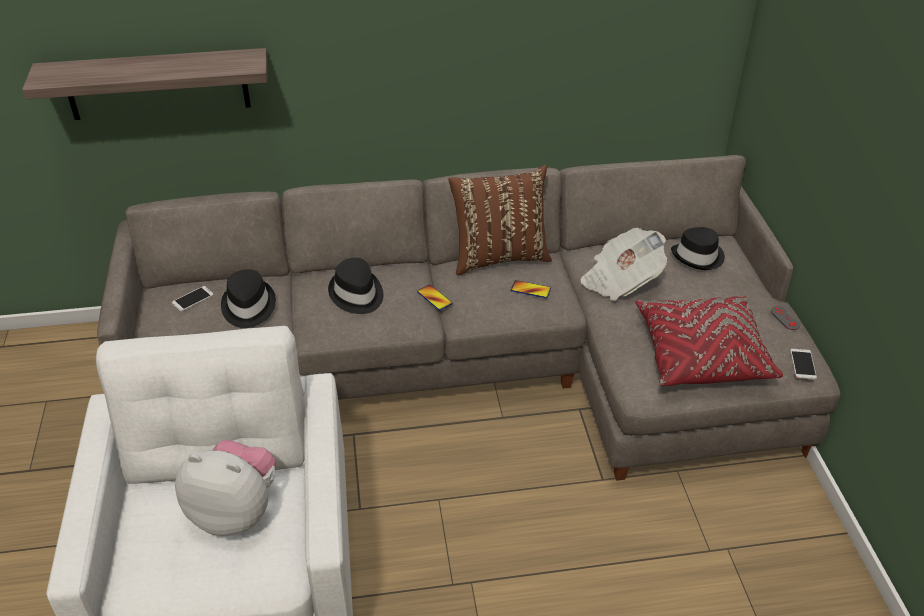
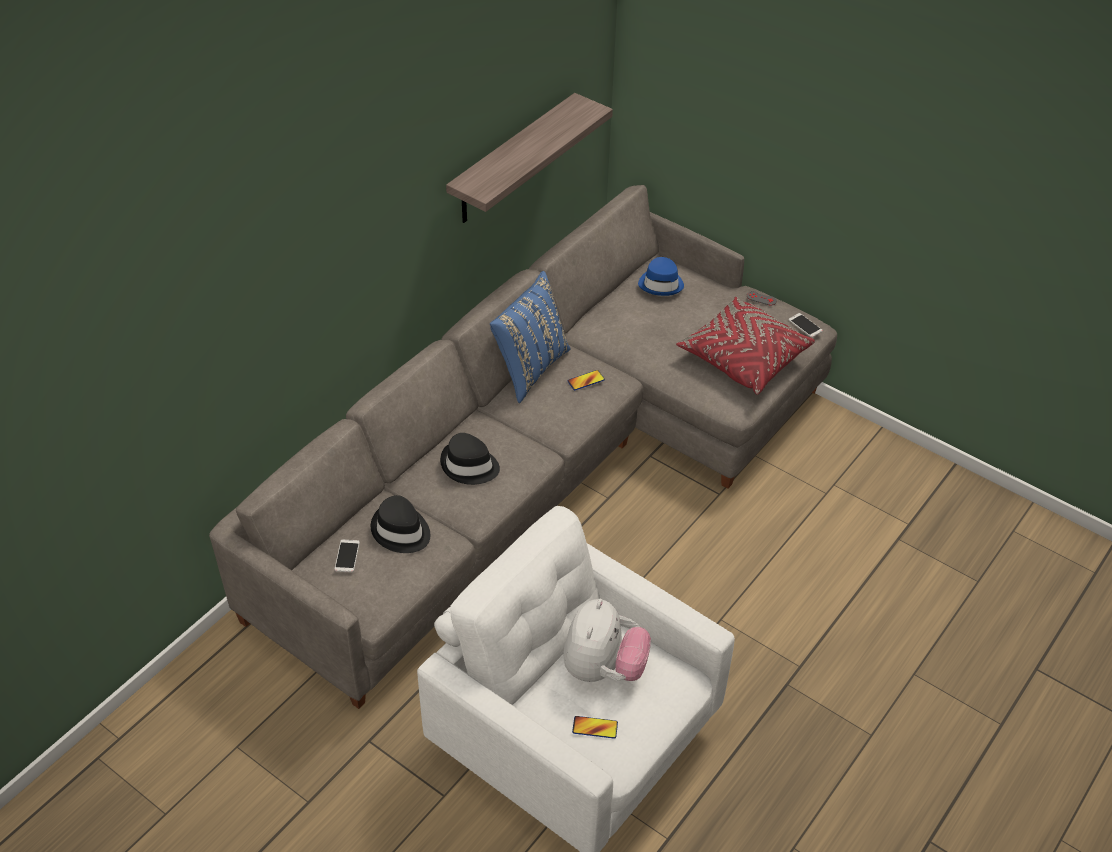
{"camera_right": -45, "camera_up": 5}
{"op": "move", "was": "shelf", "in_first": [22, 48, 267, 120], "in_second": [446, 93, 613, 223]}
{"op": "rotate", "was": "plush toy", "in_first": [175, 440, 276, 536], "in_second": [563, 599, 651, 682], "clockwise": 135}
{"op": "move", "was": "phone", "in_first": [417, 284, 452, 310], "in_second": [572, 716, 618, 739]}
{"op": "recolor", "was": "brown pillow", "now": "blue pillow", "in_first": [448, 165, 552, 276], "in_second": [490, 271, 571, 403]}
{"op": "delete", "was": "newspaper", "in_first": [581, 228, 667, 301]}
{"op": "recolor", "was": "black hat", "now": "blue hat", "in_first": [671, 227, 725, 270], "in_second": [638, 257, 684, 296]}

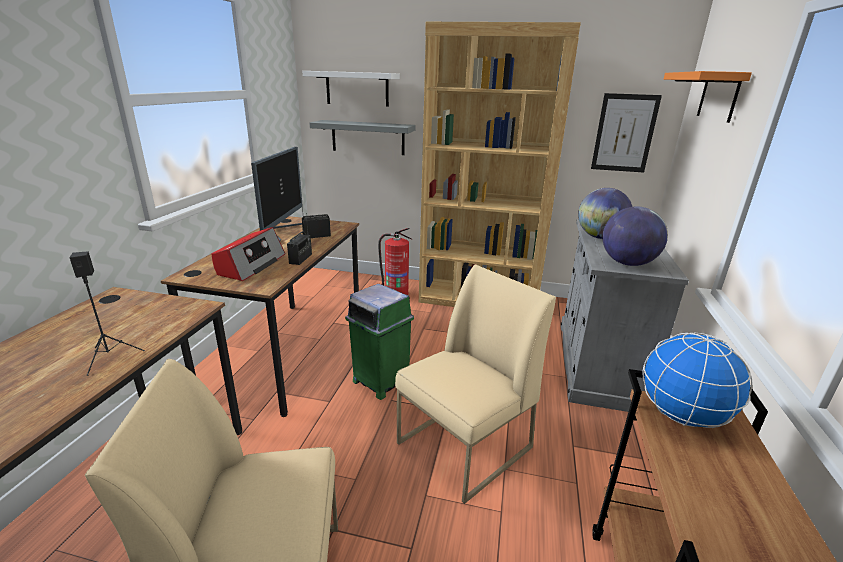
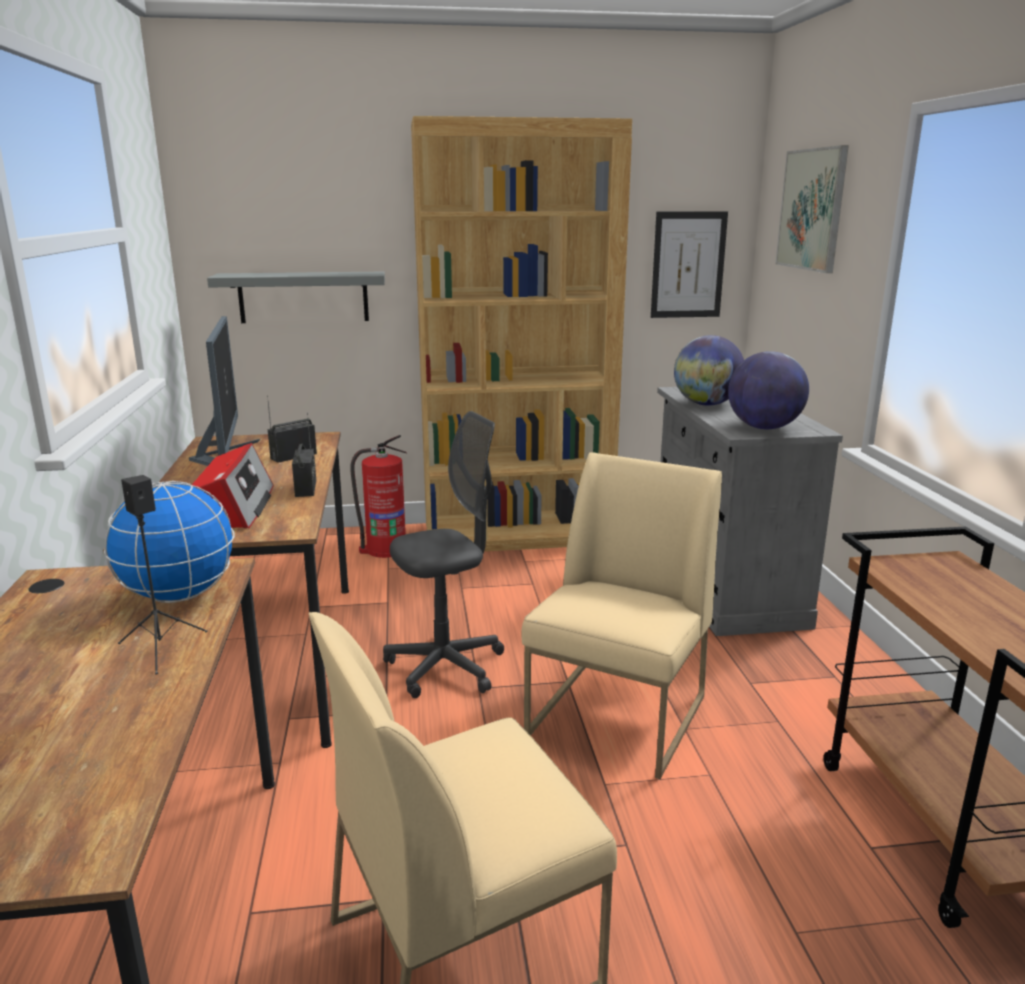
{"camera_right": -20, "camera_up": -5}
{"op": "delete", "was": "white shelf", "in_first": [302, 71, 400, 107]}
{"op": "replace", "was": "green trash can", "now": "grey office chair", "in_first": [345, 284, 414, 400], "in_second": [383, 411, 504, 698]}
{"op": "move", "was": "globe", "in_first": [642, 333, 753, 428], "in_second": [104, 481, 235, 603]}
{"op": "replace", "was": "orange shelf", "now": "picture", "in_first": [664, 71, 752, 123], "in_second": [775, 145, 849, 273]}

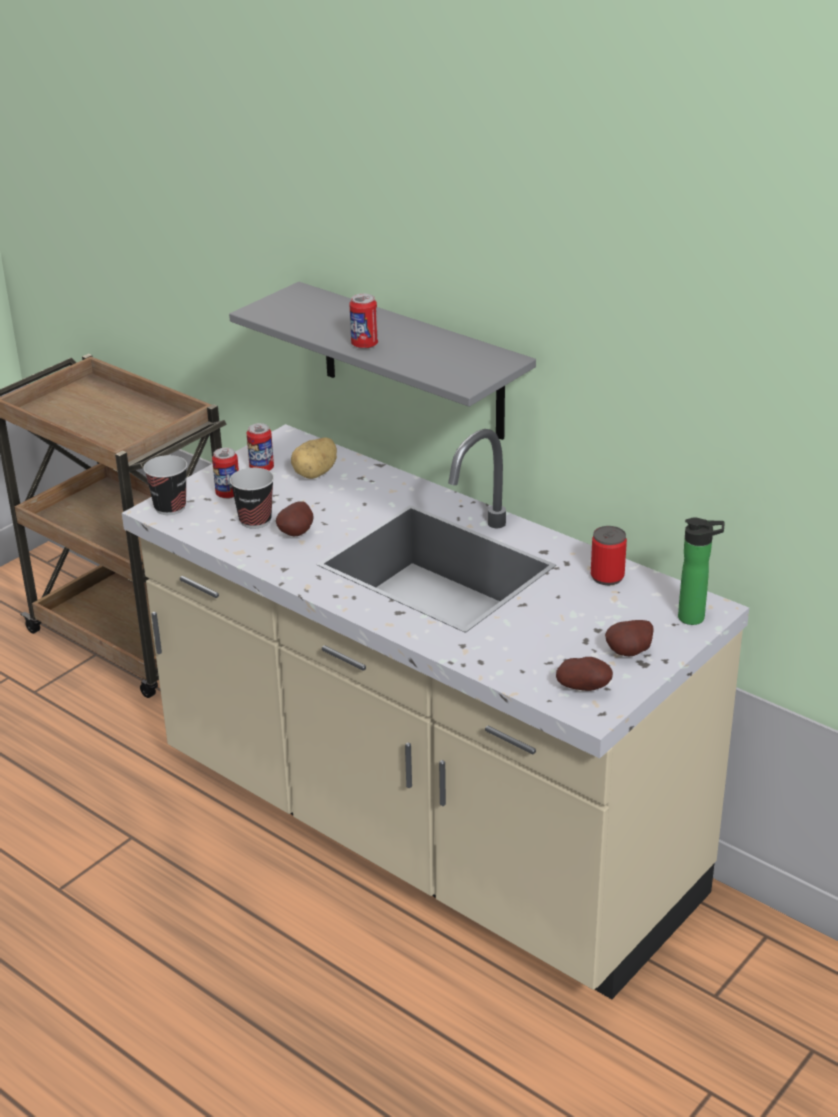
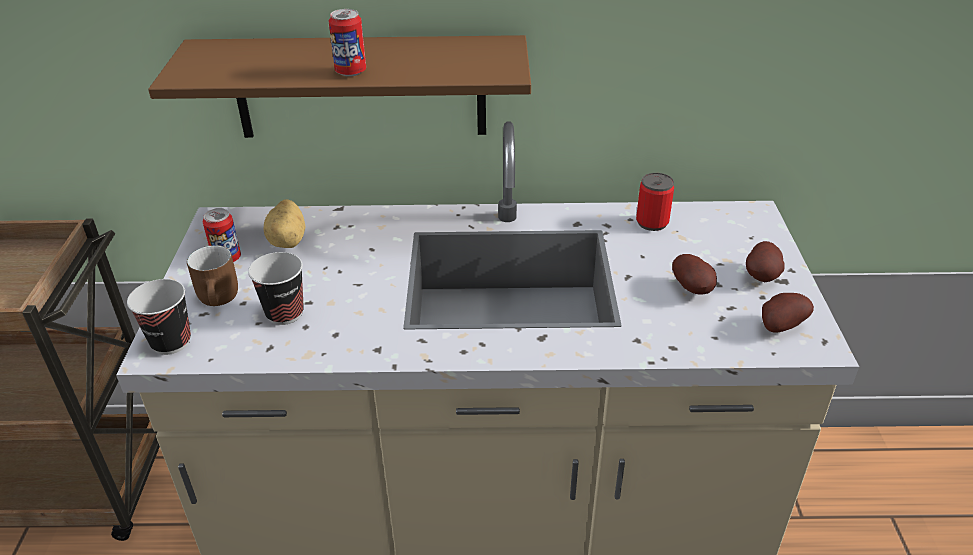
{"camera_right": -40, "camera_up": 5}
{"op": "replace", "was": "can", "now": "brown mug", "in_first": [212, 448, 239, 499], "in_second": [187, 245, 238, 306]}
{"op": "recolor", "was": "grey shelf", "now": "brown shelf", "in_first": [229, 282, 536, 440], "in_second": [148, 35, 531, 138]}
{"op": "move", "was": "potato", "in_first": [276, 501, 314, 536], "in_second": [672, 254, 717, 295]}
{"op": "delete", "was": "bottle", "in_first": [678, 517, 724, 625]}

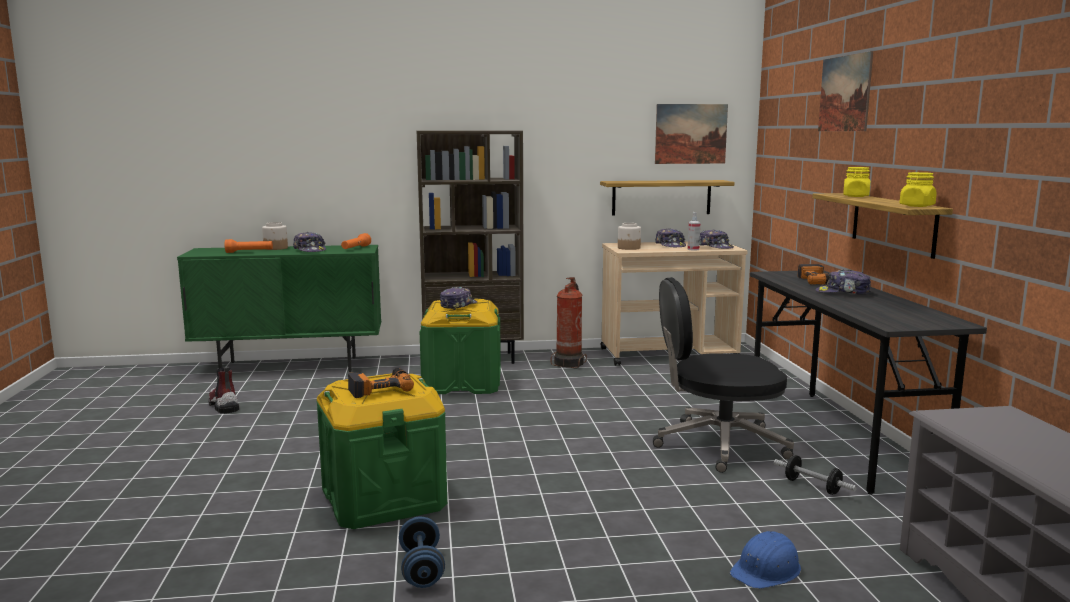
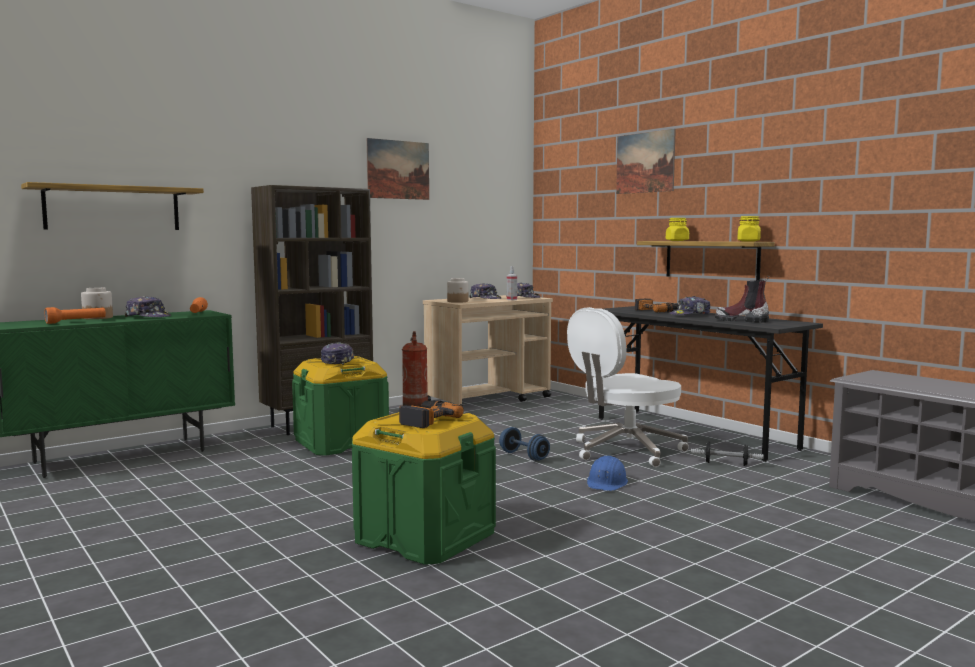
{"camera_right": -30, "camera_up": -5}
{"op": "move", "was": "boot", "in_first": [208, 367, 239, 414], "in_second": [715, 276, 769, 323]}
{"op": "move", "was": "blue dumbbell", "in_first": [399, 517, 445, 588], "in_second": [499, 427, 550, 461]}
{"op": "move", "was": "shelf", "in_first": [600, 180, 734, 216], "in_second": [21, 182, 204, 230]}
{"op": "recolor", "was": "black office chair", "now": "white office chair", "in_first": [653, 277, 794, 473], "in_second": [567, 307, 689, 467]}
{"op": "move", "was": "picture", "in_first": [655, 104, 728, 164], "in_second": [366, 138, 429, 200]}
{"op": "move", "was": "blue hard hat", "in_first": [730, 531, 801, 589], "in_second": [587, 456, 628, 491]}

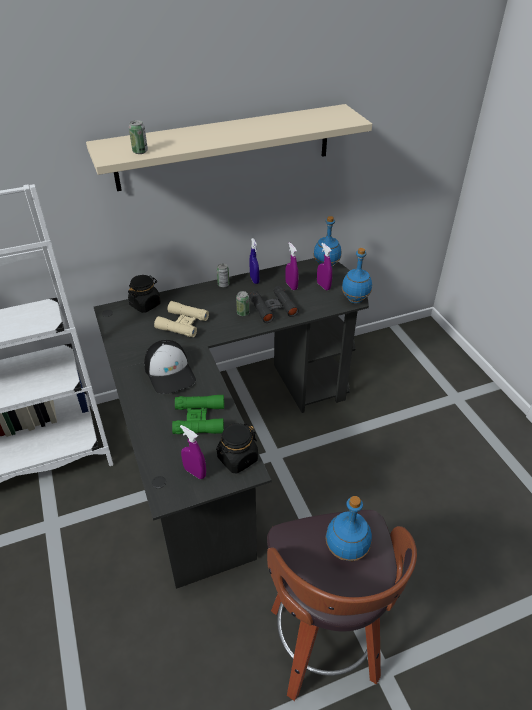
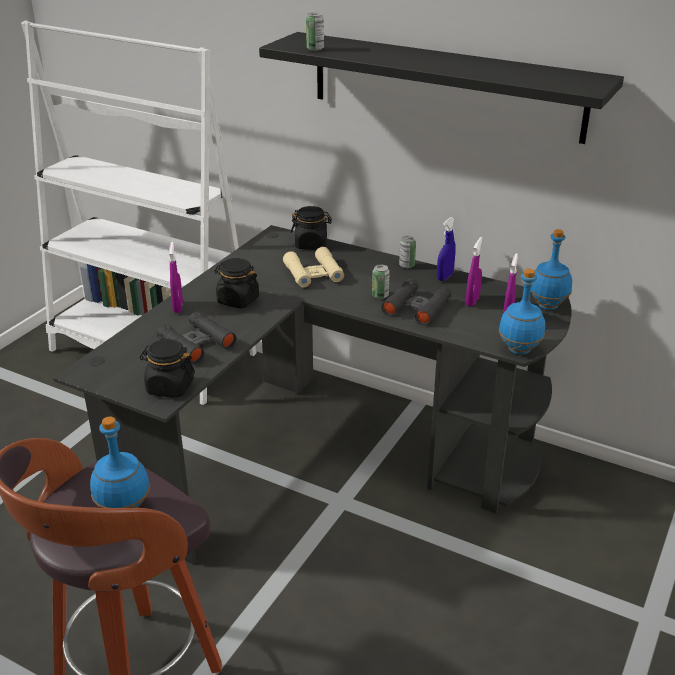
{"camera_right": 50, "camera_up": -10}
{"op": "recolor", "was": "beige shelf", "now": "black shelf", "in_first": [86, 104, 372, 191], "in_second": [259, 32, 624, 144]}
{"op": "replace", "was": "cap", "now": "black jar", "in_first": [144, 340, 196, 394], "in_second": [214, 258, 259, 308]}
{"op": "recolor", "was": "green binoculars", "now": "black binoculars", "in_first": [172, 395, 224, 434], "in_second": [157, 311, 236, 364]}
{"op": "move", "was": "purple spray bottle", "in_first": [180, 425, 206, 479], "in_second": [169, 242, 183, 313]}

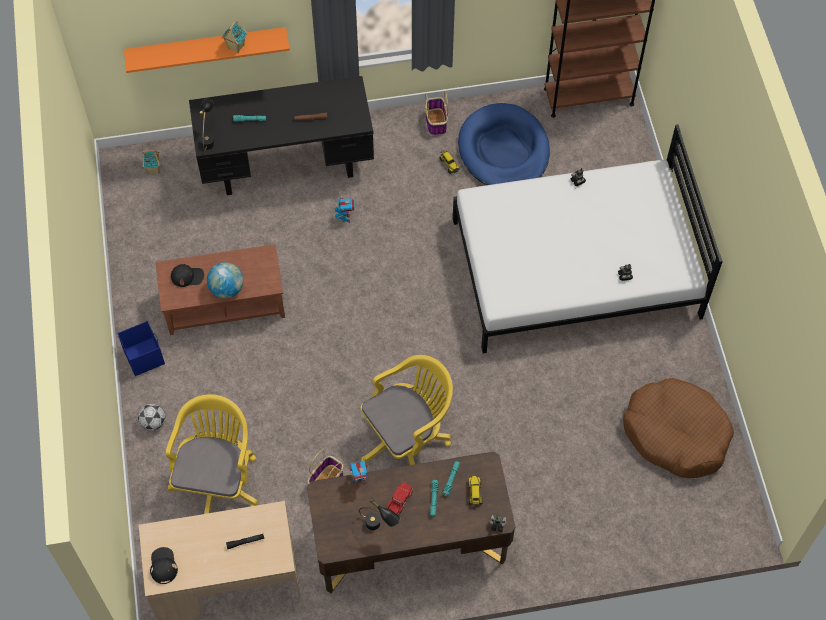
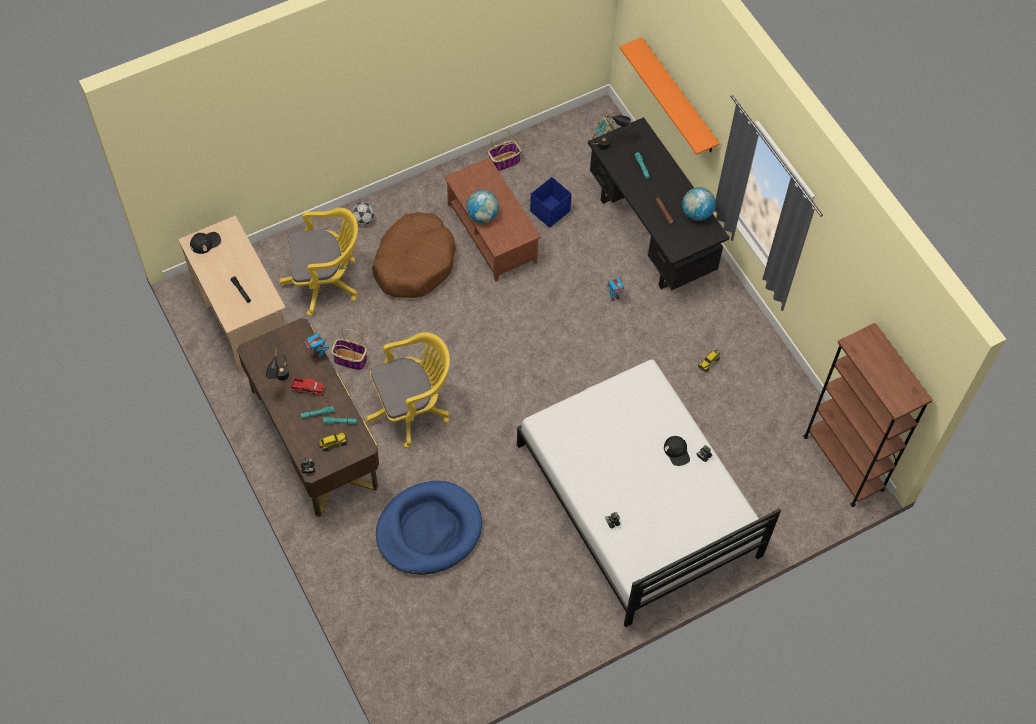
{"camera_right": 70, "camera_up": 0}
{"op": "move", "was": "blue storage box", "in_first": [117, 321, 165, 376], "in_second": [530, 177, 572, 228]}
{"op": "move", "was": "black cap", "in_first": [171, 264, 204, 287], "in_second": [664, 436, 690, 466]}
{"op": "delete", "was": "toy house", "in_first": [222, 19, 247, 53]}
{"op": "rotate", "was": "yellow office chair", "in_first": [360, 355, 453, 465], "in_second": [365, 332, 450, 448], "clockwise": -60}
{"op": "move", "was": "basket", "in_first": [425, 91, 448, 135], "in_second": [488, 129, 521, 171]}
{"op": "move", "was": "blue dog bed", "in_first": [458, 103, 550, 185], "in_second": [376, 481, 482, 575]}
{"op": "move", "was": "brown dog bed", "in_first": [623, 378, 734, 478], "in_second": [372, 212, 456, 298]}
{"op": "insert", "now": "globe", "in_second": [682, 187, 716, 221]}

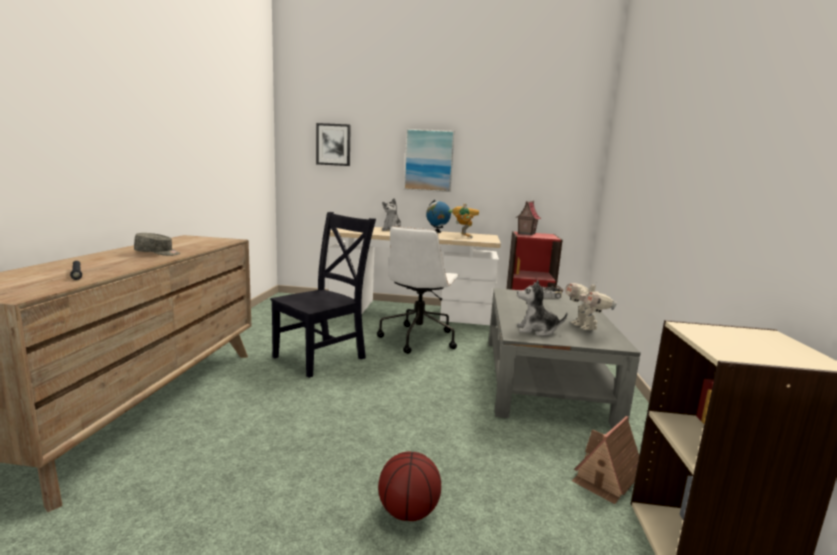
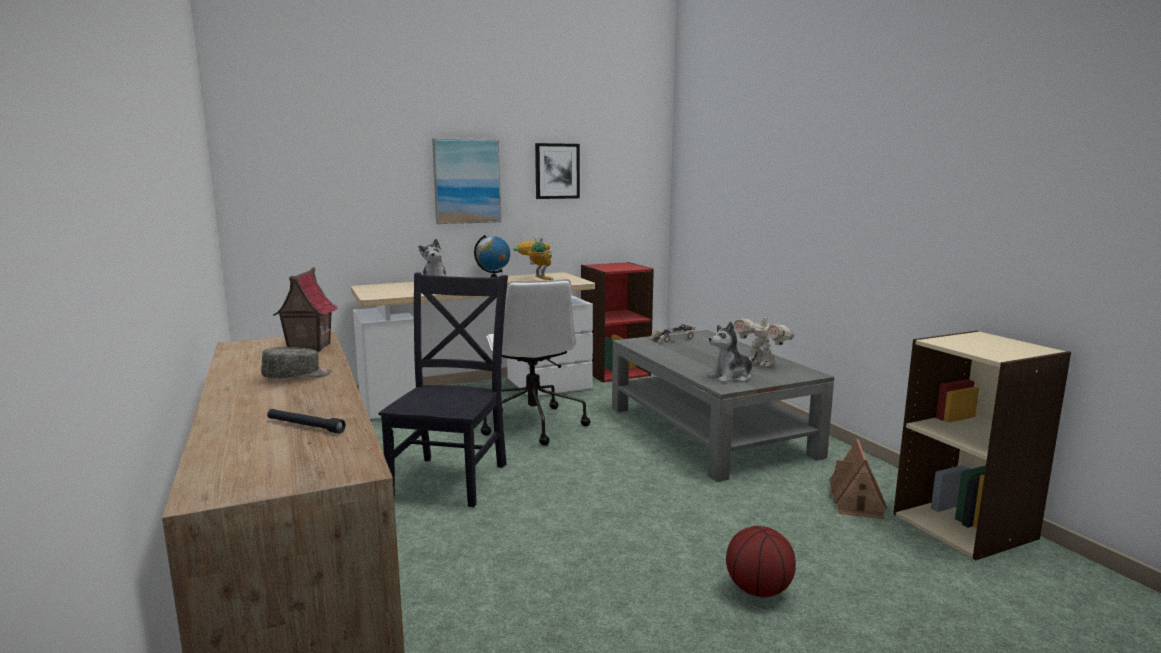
{"camera_right": -30, "camera_up": 0}
{"op": "move", "was": "picture", "in_first": [316, 123, 351, 166], "in_second": [535, 143, 580, 199]}
{"op": "move", "was": "toy house", "in_first": [515, 200, 541, 235], "in_second": [273, 267, 337, 352]}

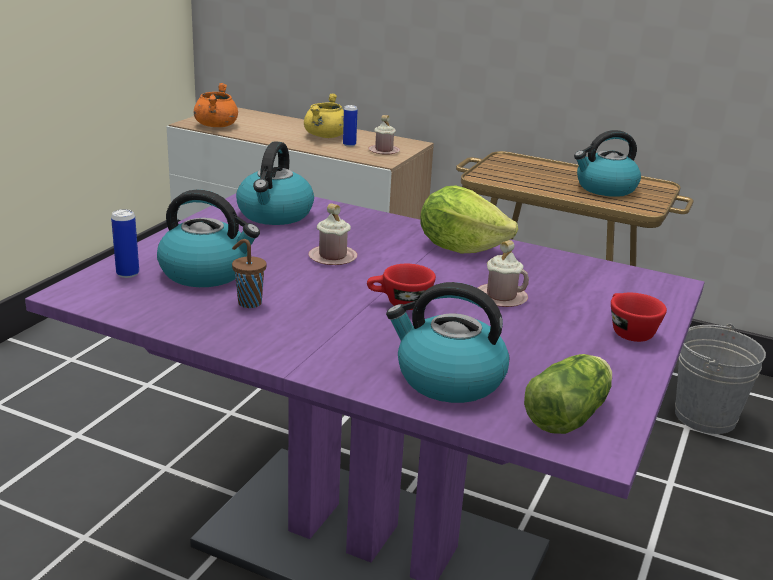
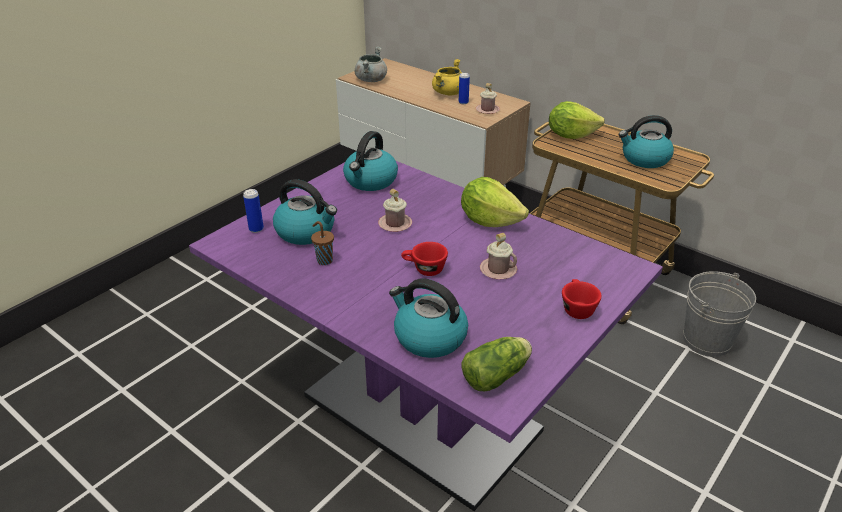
{"camera_right": 15, "camera_up": 10}
{"op": "recolor", "was": "orange cooking pot", "now": "grey cooking pot", "in_first": [194, 83, 238, 127], "in_second": [355, 46, 387, 82]}
{"op": "insert", "now": "lettuce", "in_second": [549, 101, 605, 139]}

